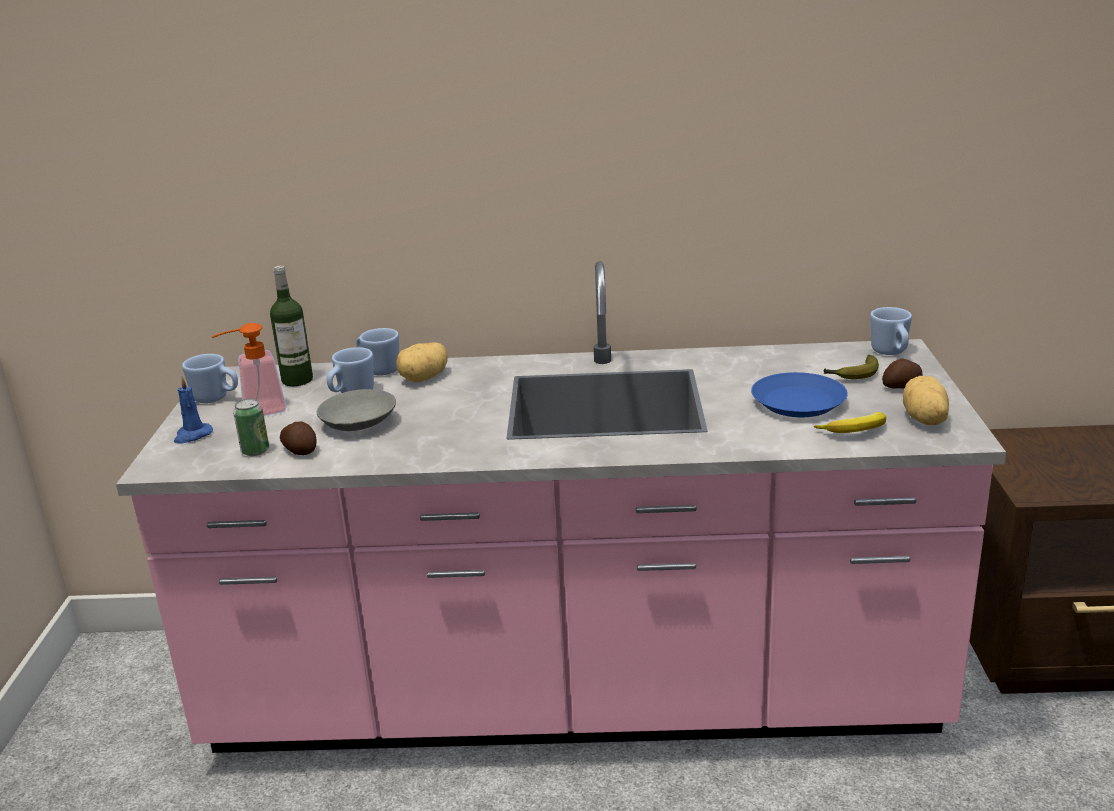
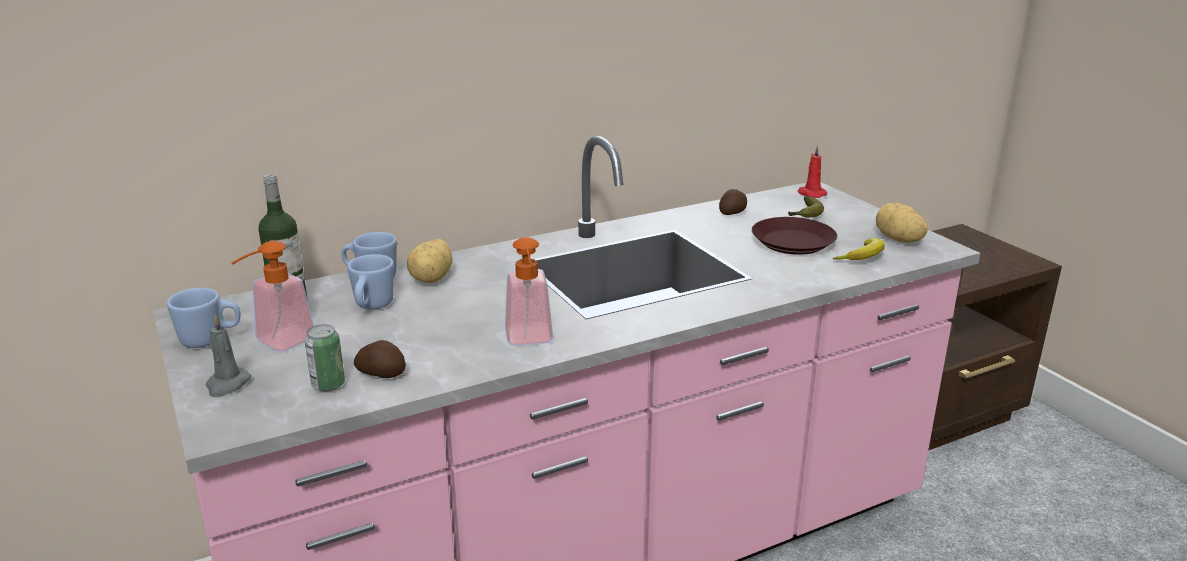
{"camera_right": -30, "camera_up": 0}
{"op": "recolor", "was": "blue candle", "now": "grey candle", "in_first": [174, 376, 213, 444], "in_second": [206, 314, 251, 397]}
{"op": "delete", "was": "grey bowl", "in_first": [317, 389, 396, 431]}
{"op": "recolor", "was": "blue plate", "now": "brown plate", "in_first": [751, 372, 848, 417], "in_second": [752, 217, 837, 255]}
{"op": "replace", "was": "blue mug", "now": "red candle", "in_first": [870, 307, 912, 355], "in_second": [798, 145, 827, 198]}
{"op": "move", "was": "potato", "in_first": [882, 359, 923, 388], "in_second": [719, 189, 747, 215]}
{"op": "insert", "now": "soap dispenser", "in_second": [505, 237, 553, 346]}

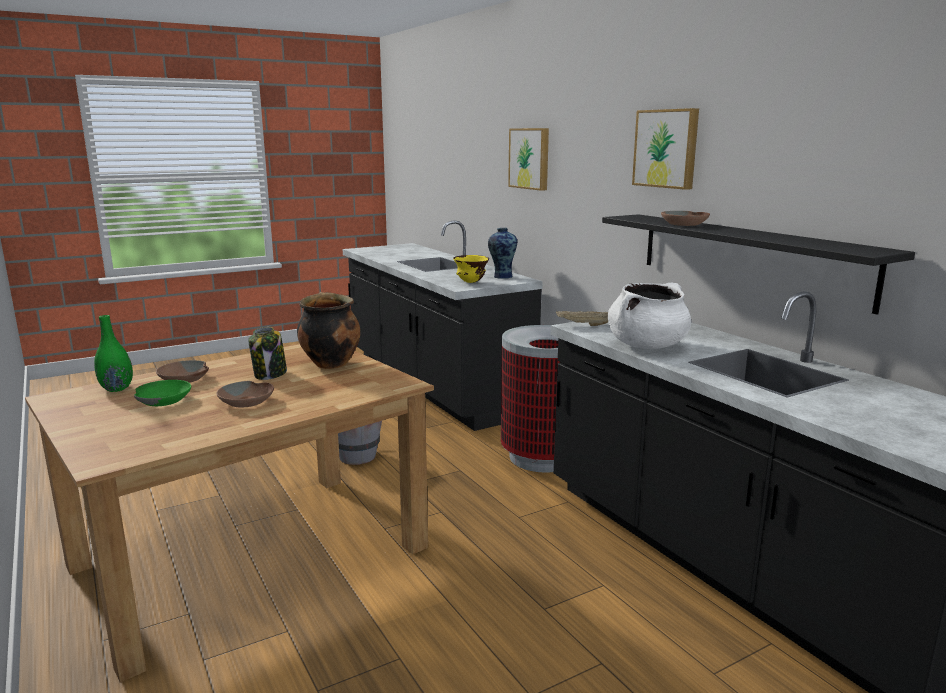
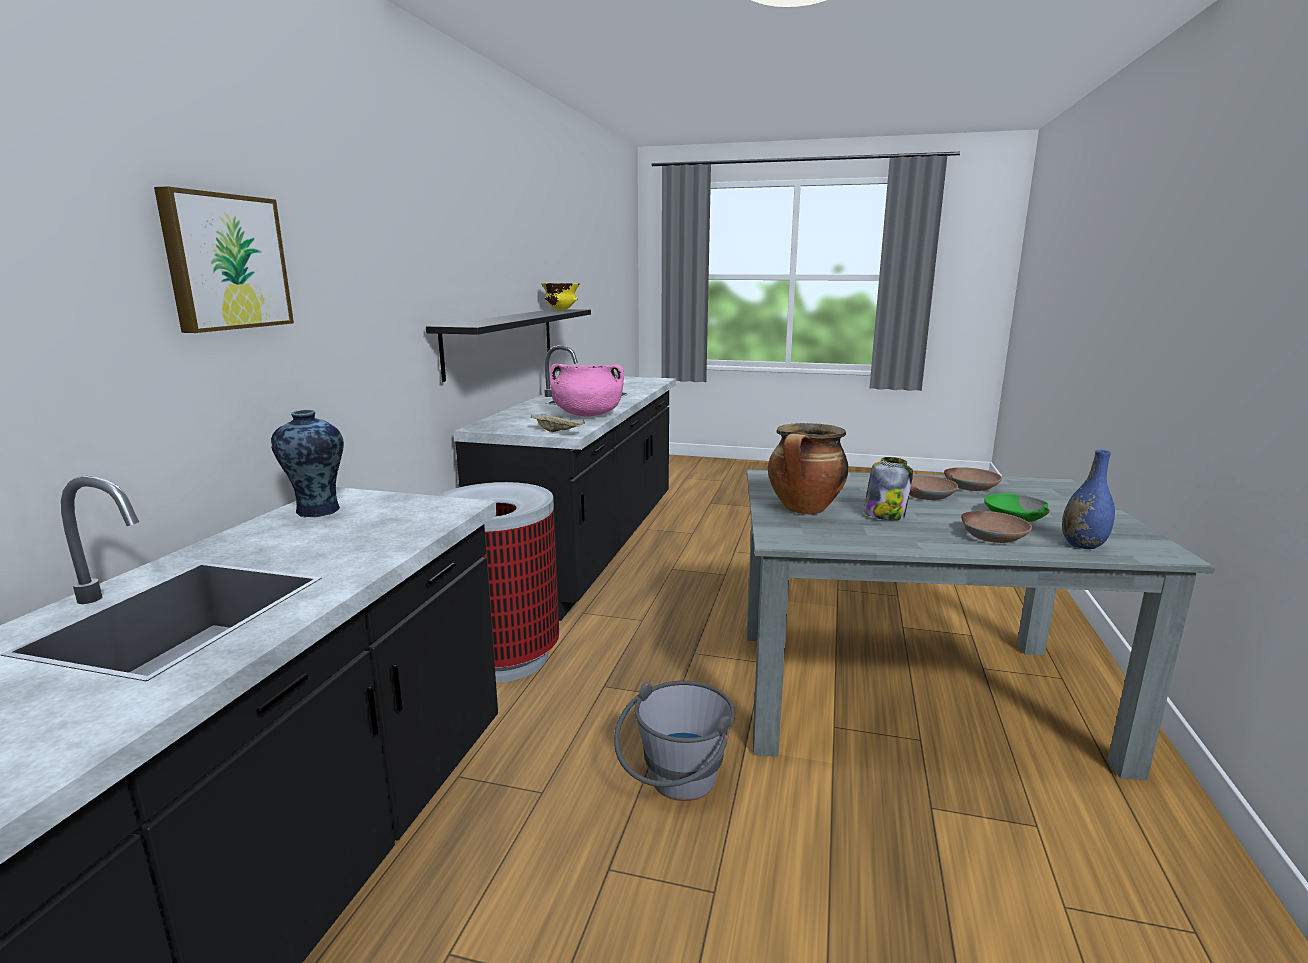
{"camera_right": -135, "camera_up": 0}
{"op": "recolor", "was": "brown dining table", "now": "grey dining table", "in_first": [25, 344, 434, 683], "in_second": [747, 470, 1215, 780]}
{"op": "recolor", "was": "green vase", "now": "blue vase", "in_first": [94, 315, 133, 392], "in_second": [1062, 450, 1115, 549]}
{"op": "move", "was": "yellow bowl", "in_first": [453, 255, 489, 283], "in_second": [541, 283, 580, 311]}
{"op": "recolor", "was": "white cooking pot", "now": "pink cooking pot", "in_first": [608, 283, 691, 349], "in_second": [549, 364, 624, 417]}
{"op": "delete", "was": "picture", "in_first": [632, 108, 699, 190]}
{"op": "move", "was": "brown bowl", "in_first": [661, 211, 710, 226], "in_second": [944, 467, 1002, 491]}

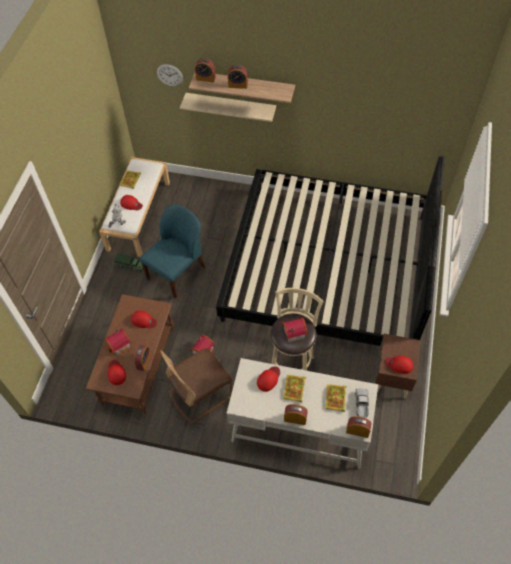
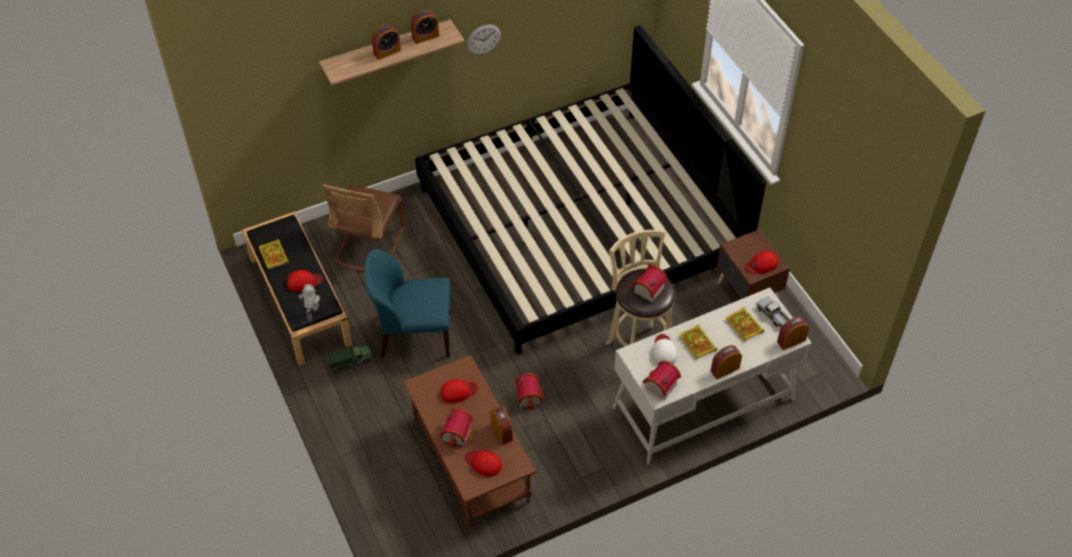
{"camera_right": -40, "camera_up": -5}
{"op": "recolor", "was": "white bench", "now": "black bench", "in_first": [99, 157, 170, 257], "in_second": [243, 212, 352, 366]}
{"op": "rotate", "was": "blue chair", "in_first": [140, 204, 205, 299], "in_second": [364, 249, 451, 357], "clockwise": -90}
{"op": "move", "was": "wall clock", "in_first": [157, 64, 183, 87], "in_second": [467, 24, 501, 55]}
{"op": "move", "was": "brown chair", "in_first": [160, 348, 232, 424], "in_second": [323, 184, 404, 271]}
{"op": "delete", "was": "beige shelf", "in_first": [180, 93, 276, 122]}
{"op": "move", "was": "alarm clock", "in_first": [195, 58, 216, 83], "in_second": [411, 10, 439, 44]}
{"op": "recolor", "was": "red cap", "now": "white cap", "in_first": [257, 366, 280, 392], "in_second": [652, 334, 677, 364]}
{"op": "insert", "now": "toy house", "in_second": [643, 360, 681, 400]}

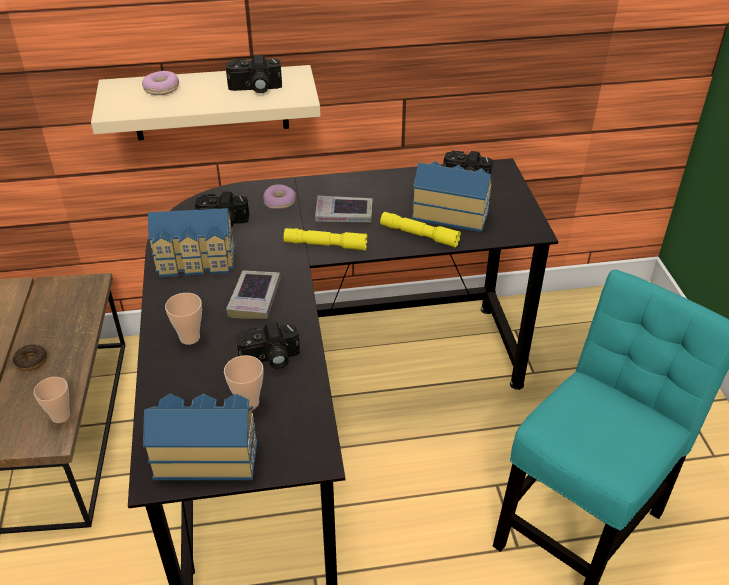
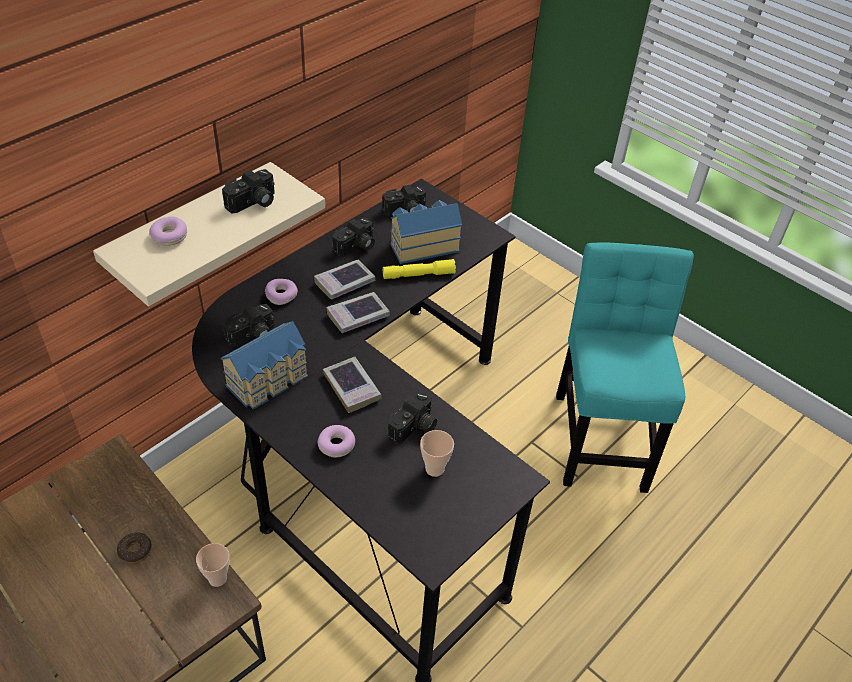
{"camera_right": -40, "camera_up": 5}
{"op": "delete", "was": "toy house", "in_first": [143, 394, 258, 480]}
{"op": "replace", "was": "cup", "now": "donut", "in_first": [165, 293, 202, 345], "in_second": [318, 425, 355, 457]}
{"op": "replace", "was": "yellow flashlight", "now": "book", "in_first": [284, 228, 367, 251], "in_second": [326, 292, 390, 333]}
{"op": "insert", "now": "photo camera", "in_second": [333, 218, 375, 257]}

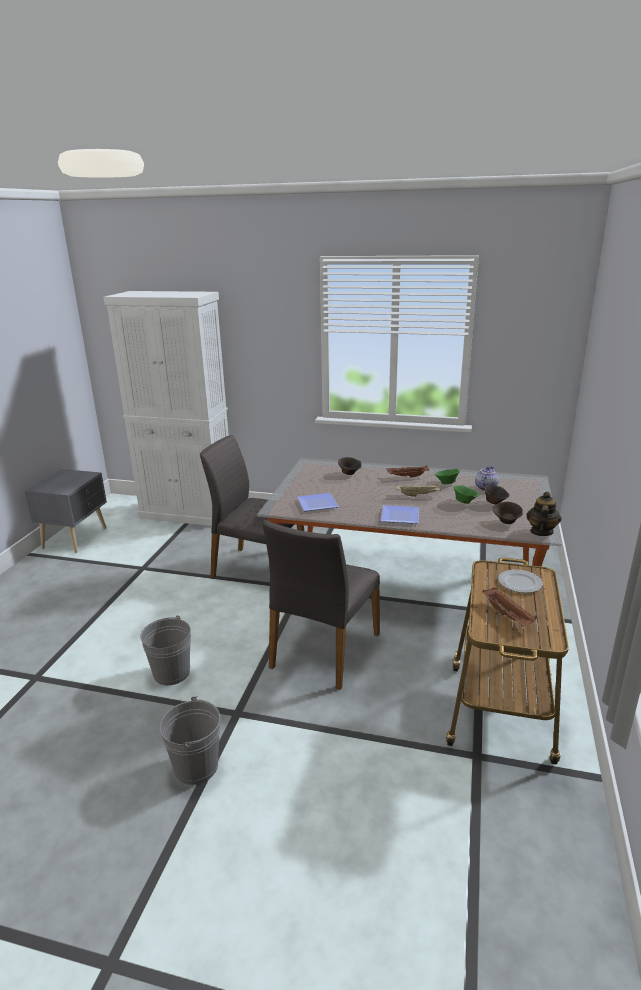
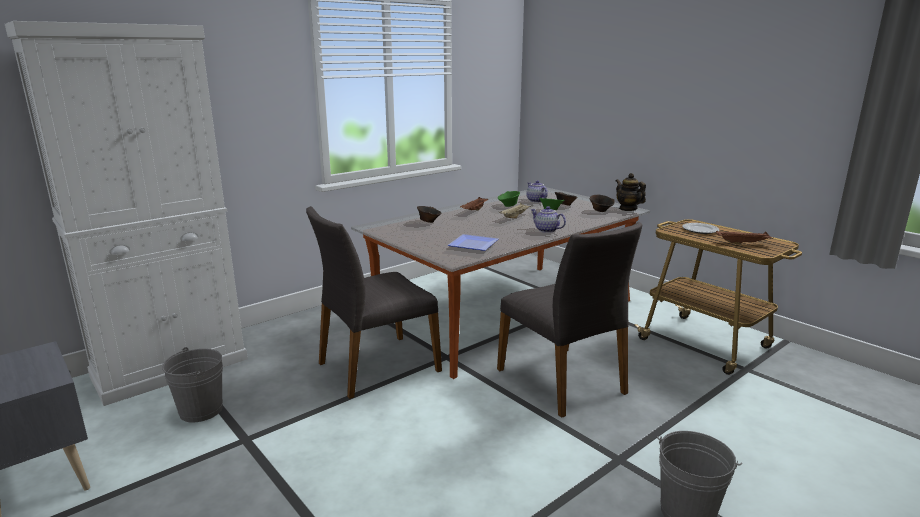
{"camera_right": -55, "camera_up": -5}
{"op": "move", "was": "grey bucket", "in_first": [140, 615, 191, 685], "in_second": [162, 347, 223, 423]}
{"op": "replace", "was": "plate", "now": "teapot", "in_first": [380, 505, 419, 524], "in_second": [530, 206, 566, 233]}

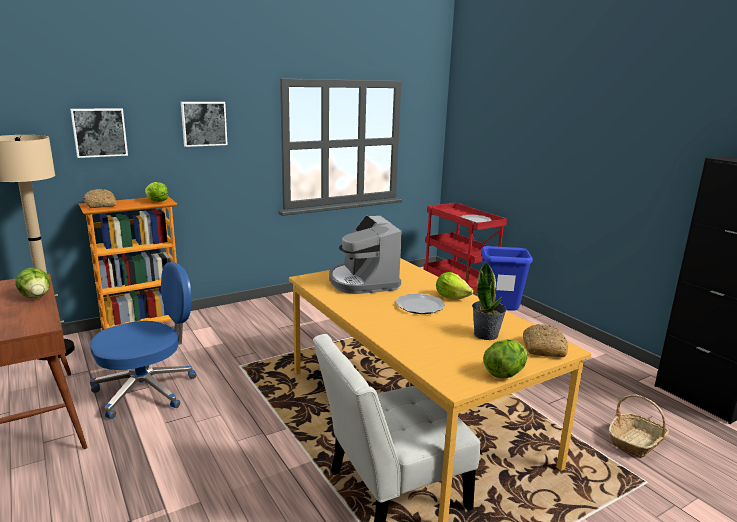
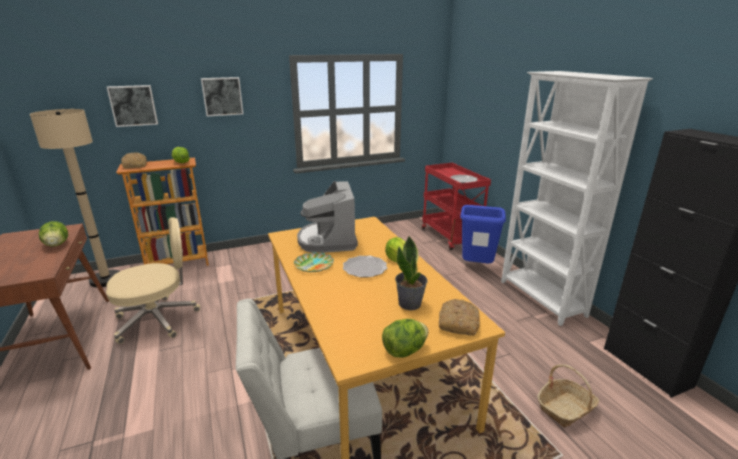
{"camera_right": 10, "camera_up": 5}
{"op": "recolor", "was": "blue office chair", "now": "beige office chair", "in_first": [90, 262, 196, 419], "in_second": [106, 217, 200, 344]}
{"op": "insert", "now": "plate", "in_second": [294, 252, 334, 272]}
{"op": "insert", "now": "white bookcase", "in_second": [501, 71, 653, 326]}

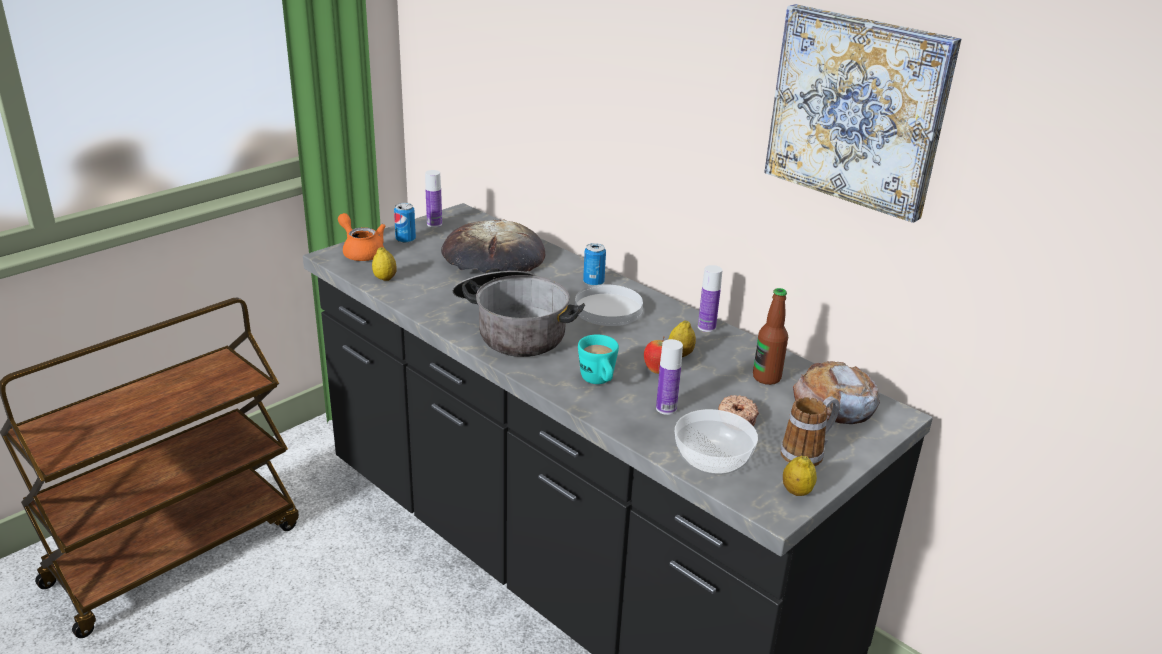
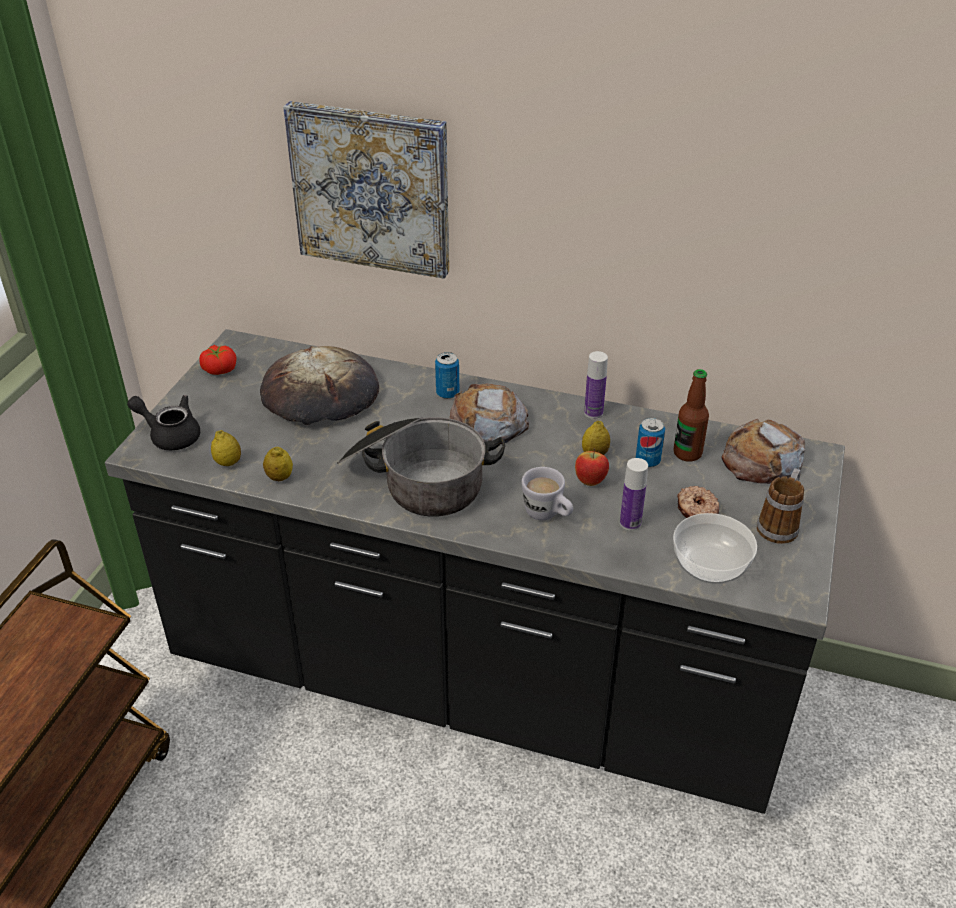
{"camera_right": -25, "camera_up": 10}
{"op": "recolor", "was": "orange teapot", "now": "black teapot", "in_first": [338, 213, 385, 261], "in_second": [127, 395, 200, 450]}
{"op": "move", "was": "can", "in_first": [394, 203, 416, 243], "in_second": [636, 418, 665, 467]}
{"op": "replace", "was": "bottle", "now": "tomato", "in_first": [425, 170, 442, 227], "in_second": [199, 345, 236, 375]}
{"op": "replace", "was": "white plate", "now": "bread", "in_first": [575, 284, 643, 326], "in_second": [450, 383, 529, 444]}
{"op": "recolor", "was": "turquoise mug", "now": "white mug", "in_first": [578, 335, 619, 384], "in_second": [521, 467, 573, 520]}
{"op": "move", "was": "picture", "in_first": [764, 4, 961, 223], "in_second": [283, 101, 449, 279]}
{"op": "move", "was": "lemon", "in_first": [783, 456, 817, 496], "in_second": [263, 447, 293, 481]}

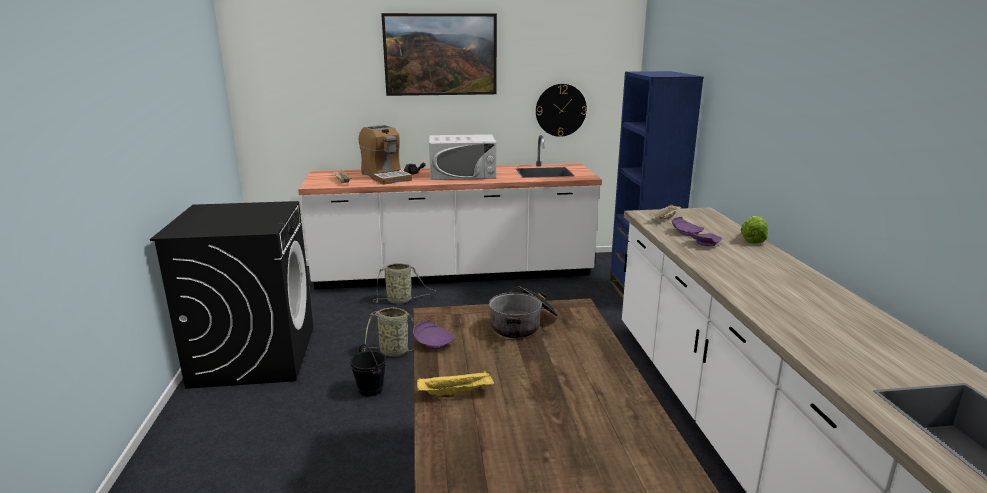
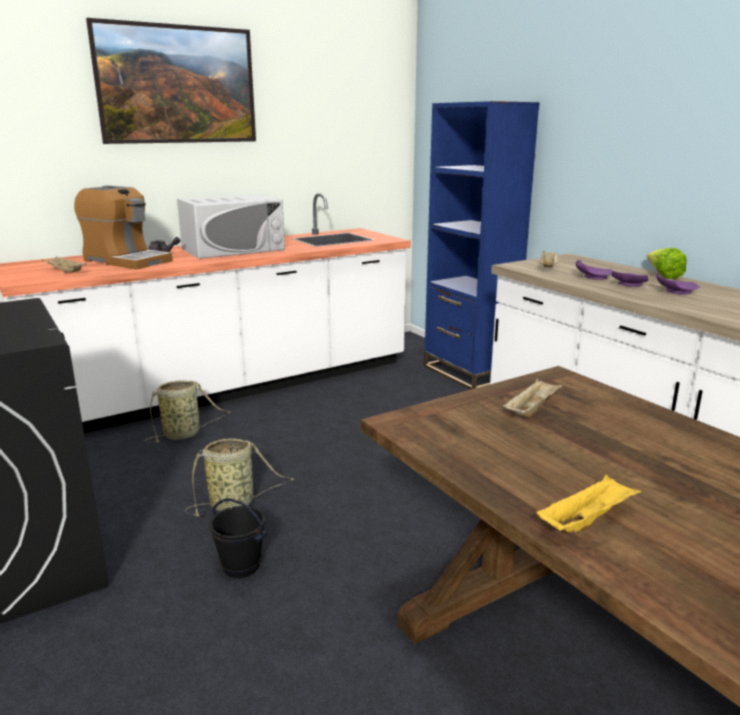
{"camera_right": -25, "camera_up": 0}
{"op": "move", "was": "purple plate", "in_first": [413, 320, 455, 349], "in_second": [656, 273, 700, 295]}
{"op": "replace", "was": "cooking pot", "now": "beige tray", "in_first": [489, 286, 558, 338], "in_second": [503, 378, 563, 417]}
{"op": "delete", "was": "wall clock", "in_first": [536, 84, 587, 137]}

